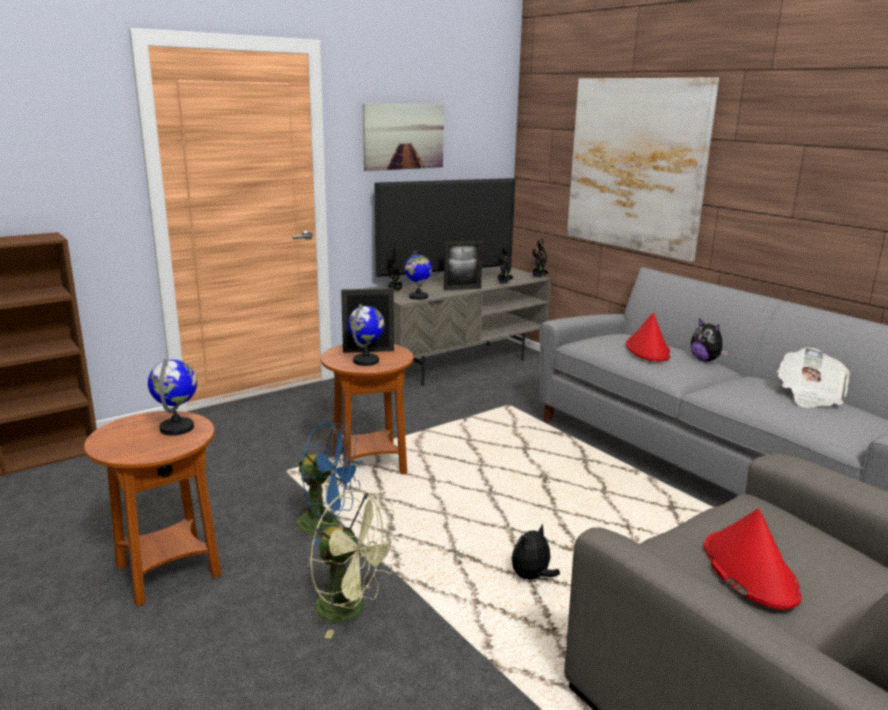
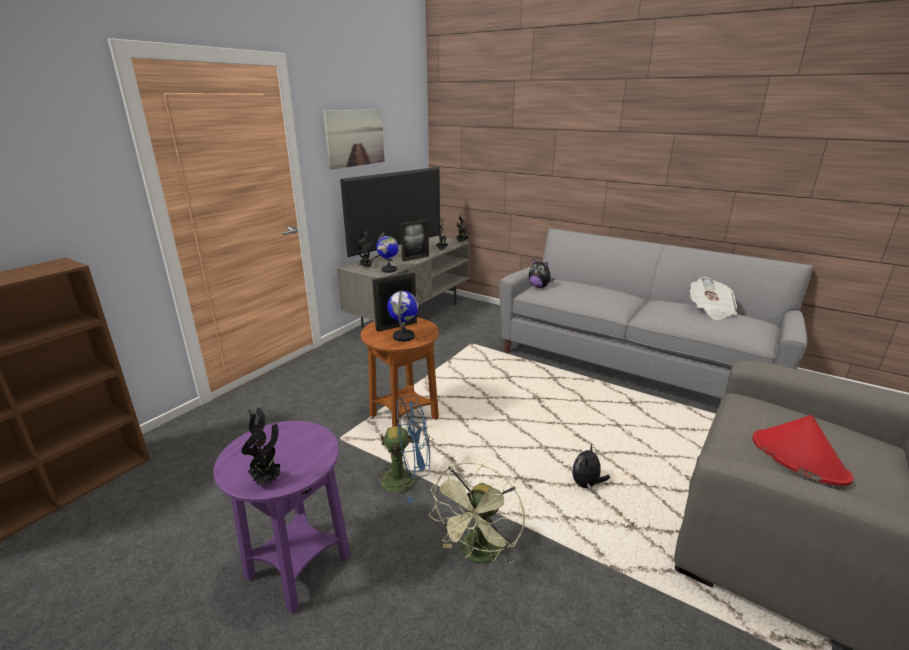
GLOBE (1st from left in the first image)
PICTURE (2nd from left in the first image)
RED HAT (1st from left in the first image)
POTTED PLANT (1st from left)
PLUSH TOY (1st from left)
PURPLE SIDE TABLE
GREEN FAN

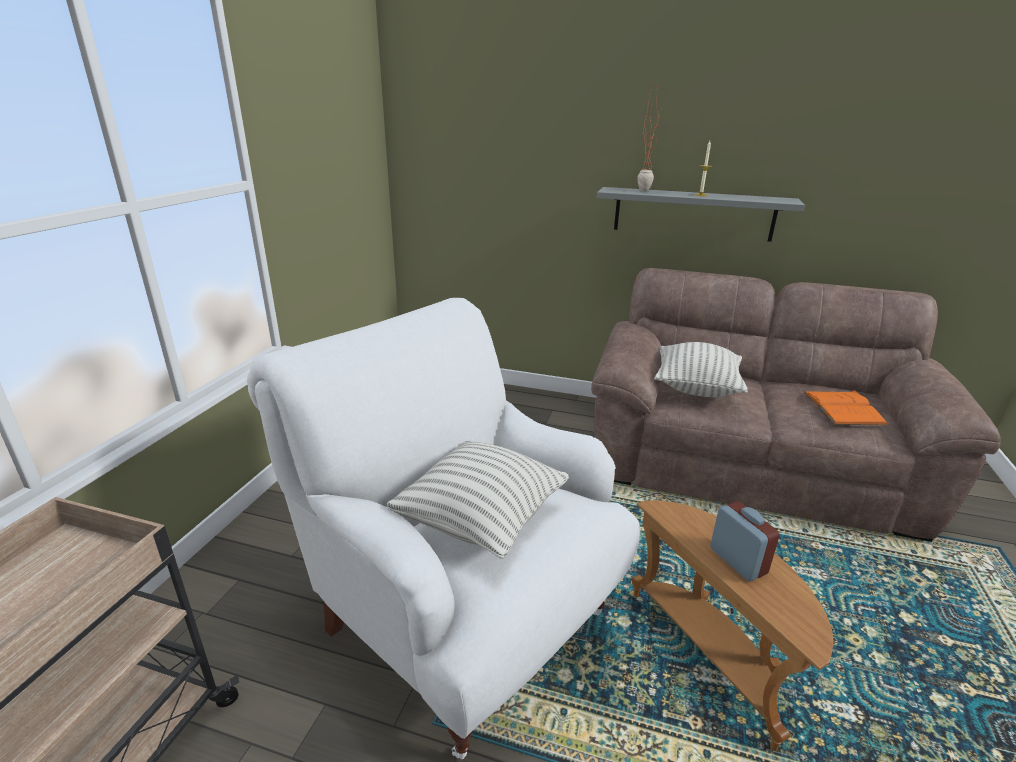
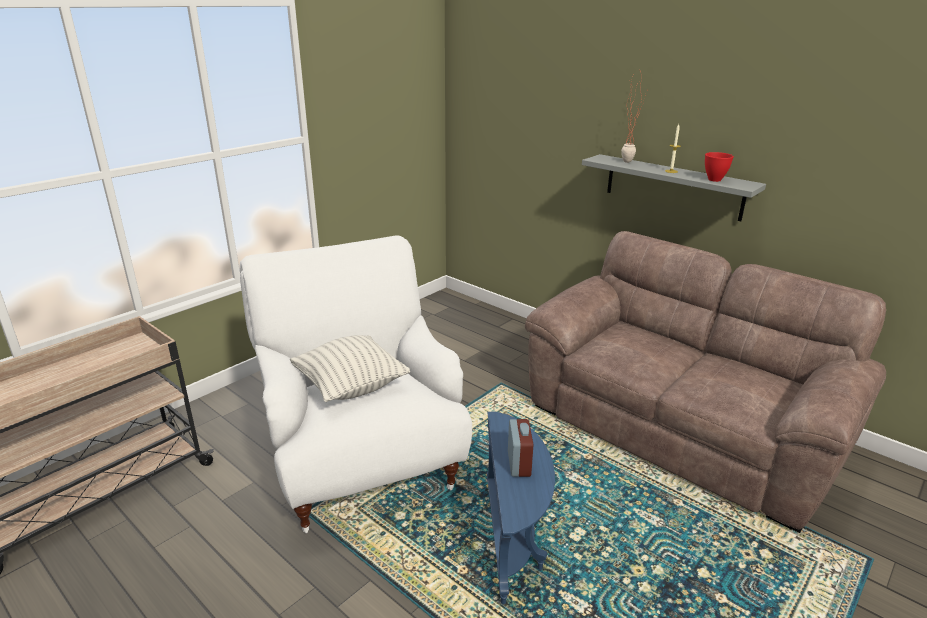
PILLOW (2nd from left in the first image)
ORANGE BOOK
RED BOWL
BLUE SIDE TABLE

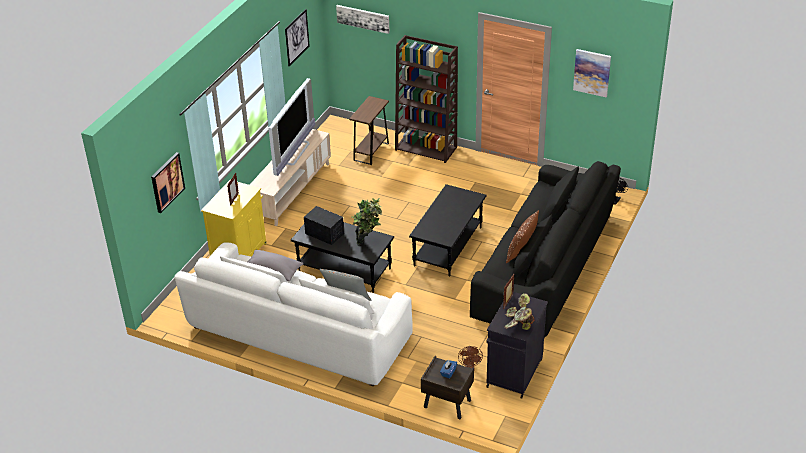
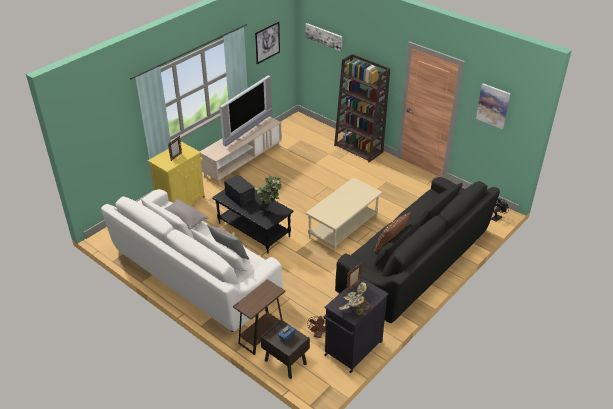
PICTURE (1st from left in the first image)
BROWN SIDE TABLE
BEIGE COFFEE TABLE

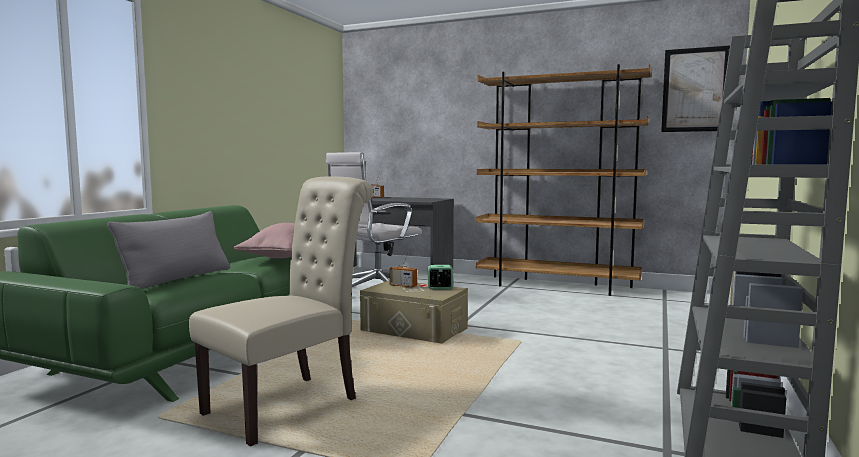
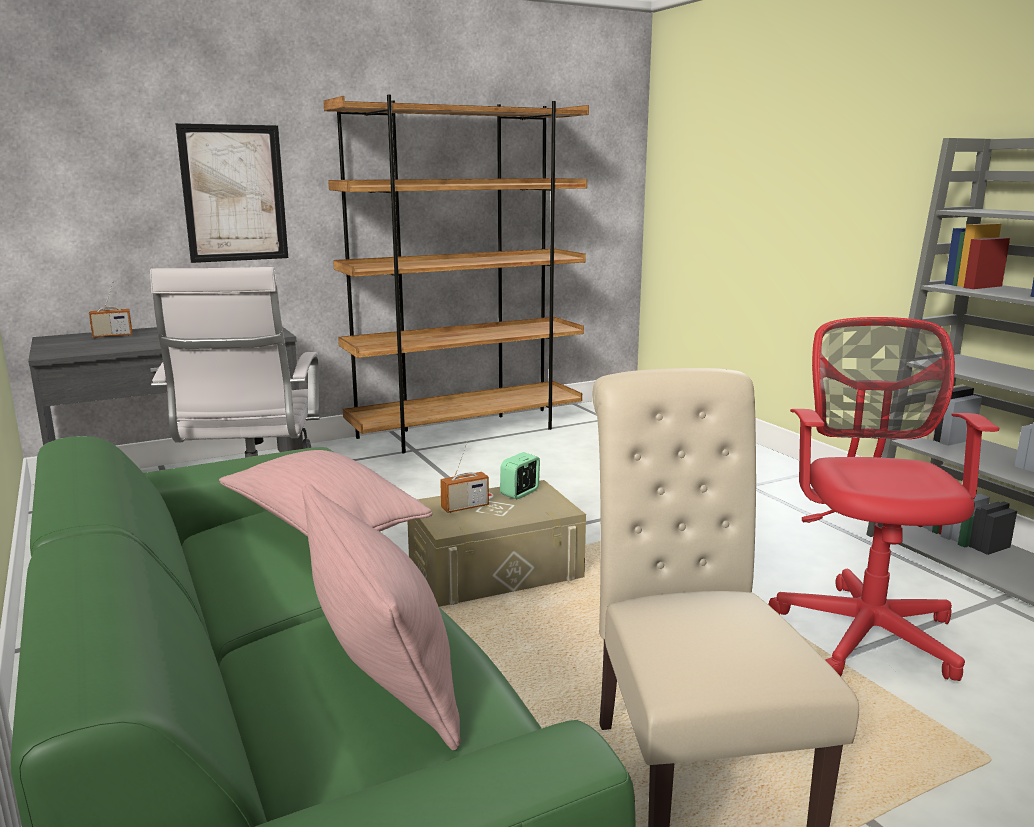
RED OFFICE CHAIR
PICTURE
PINK PILLOW (2nd from left)

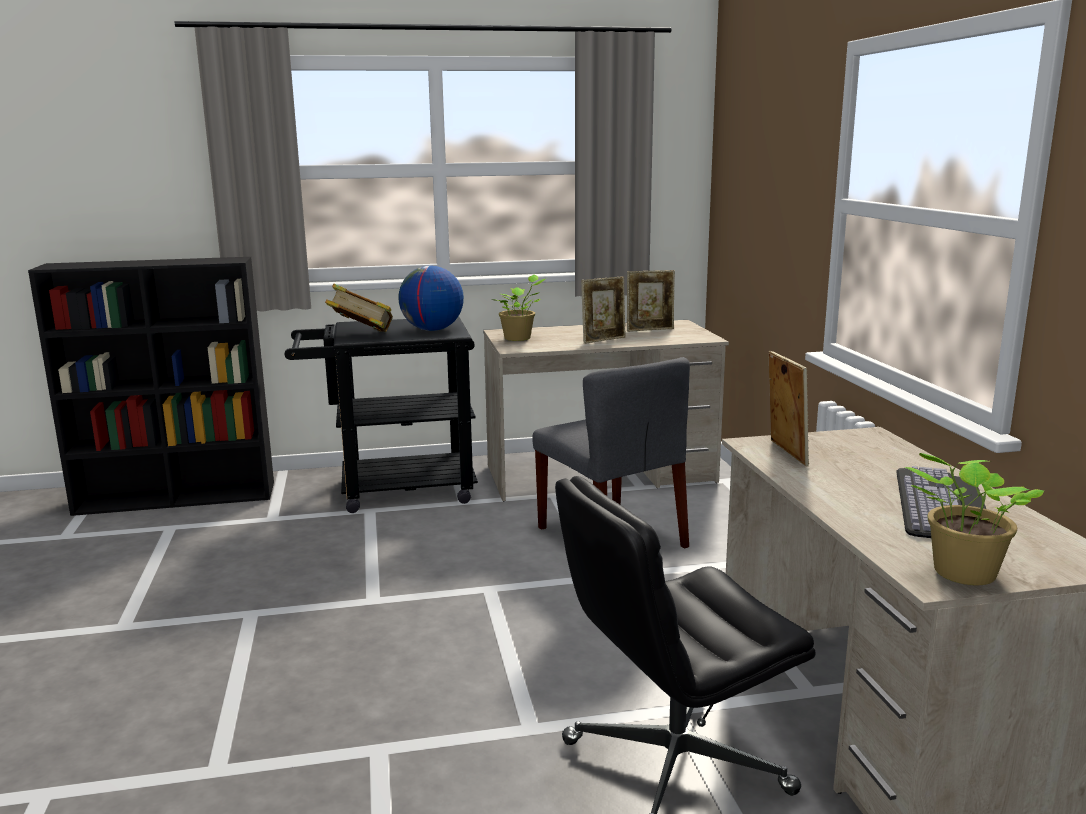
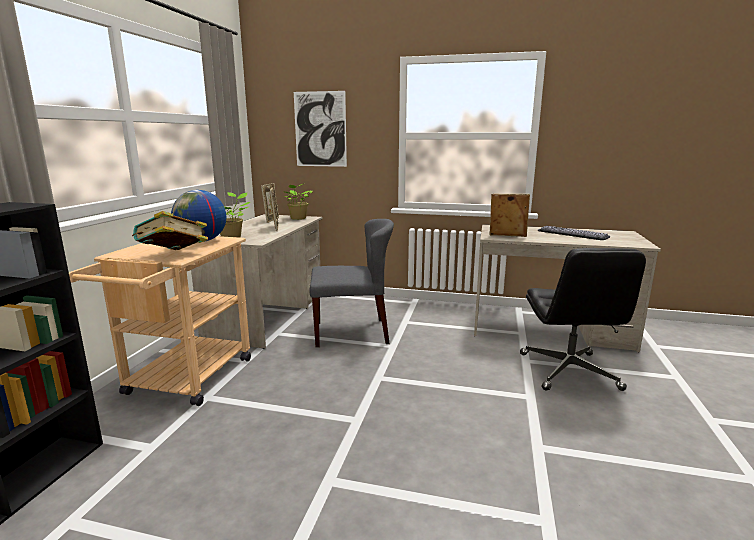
PICTURE
POTTED PLANT (2nd from left)
BEIGE CART

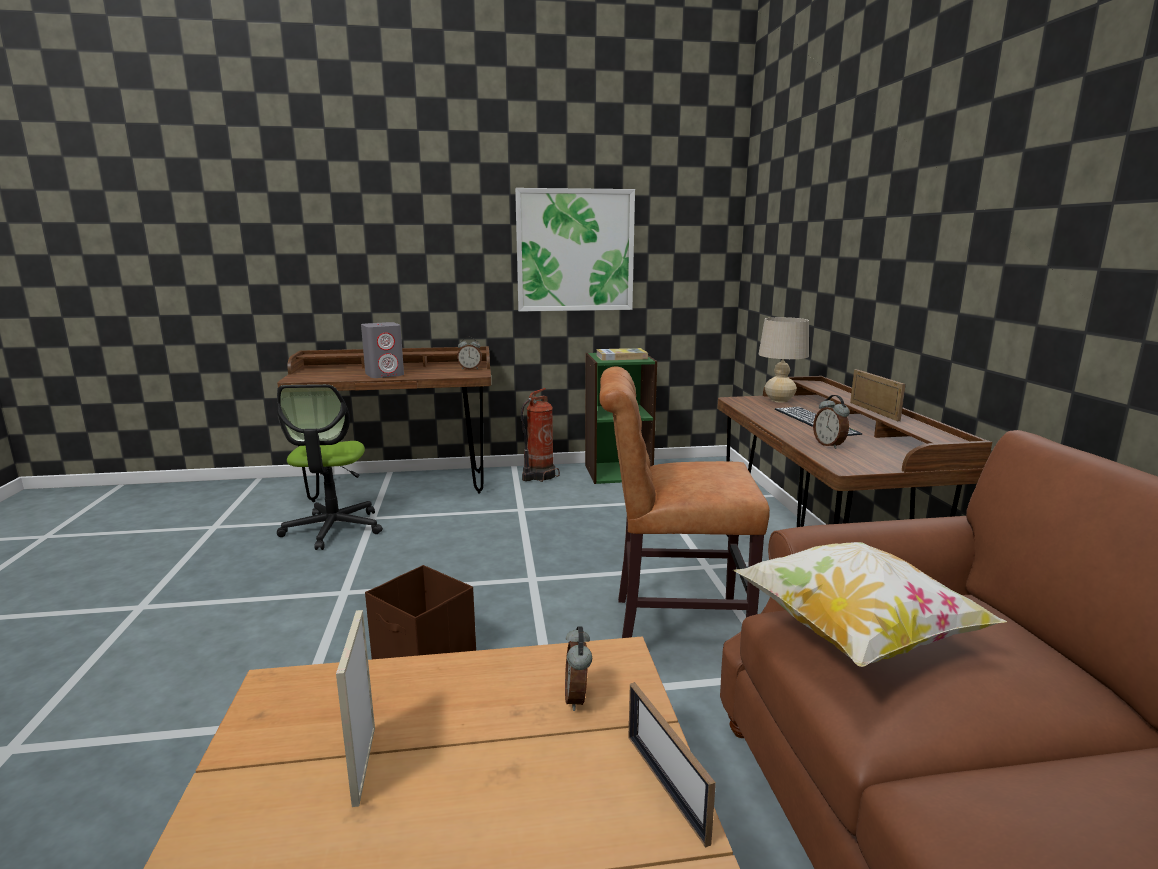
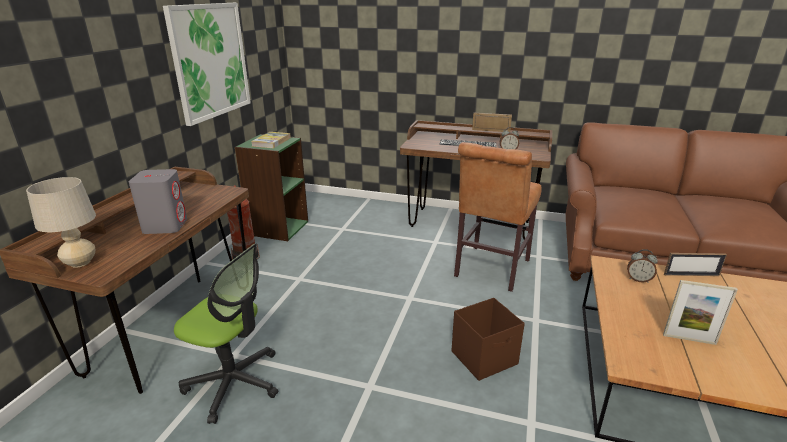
ALARM CLOCK (1st from left in the first image)
PILLOW
BEIGE TABLE LAMP

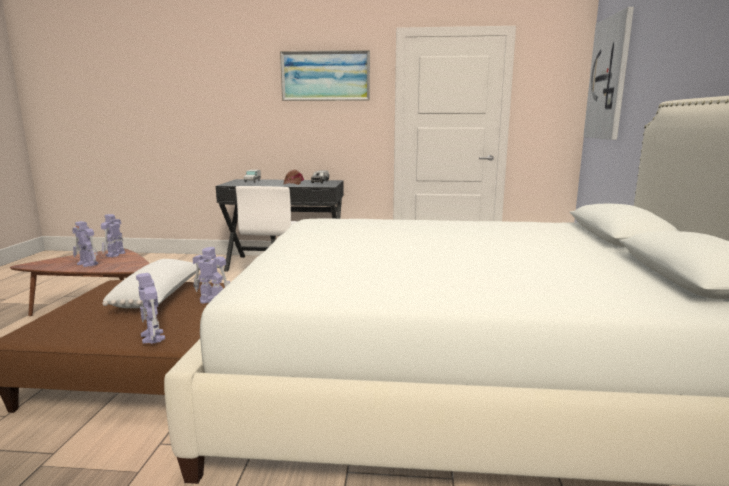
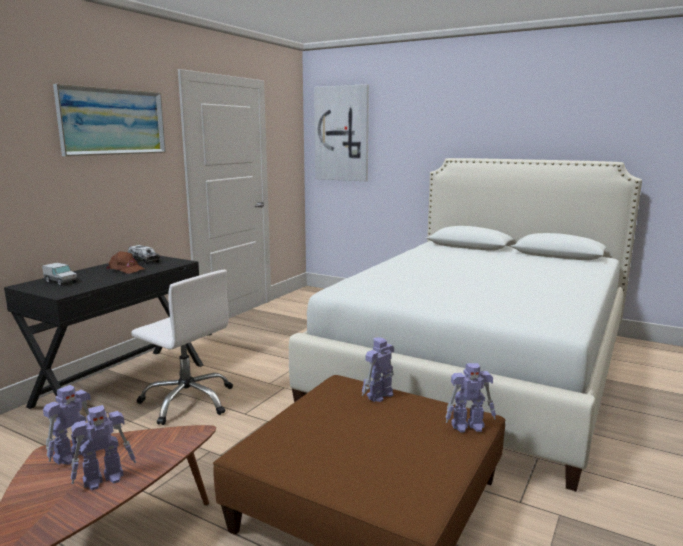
WHITE PILLOW
TOY ROBOT (1st from left)

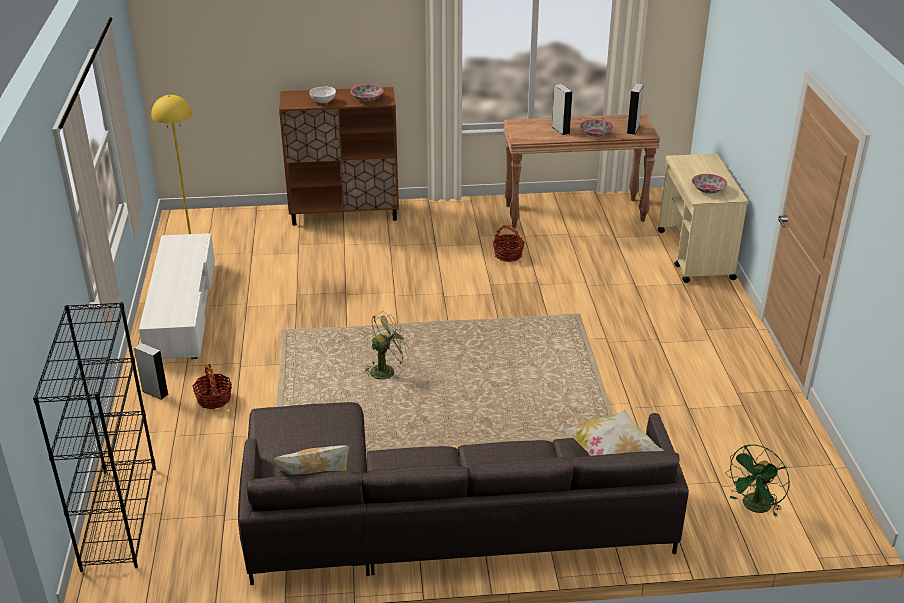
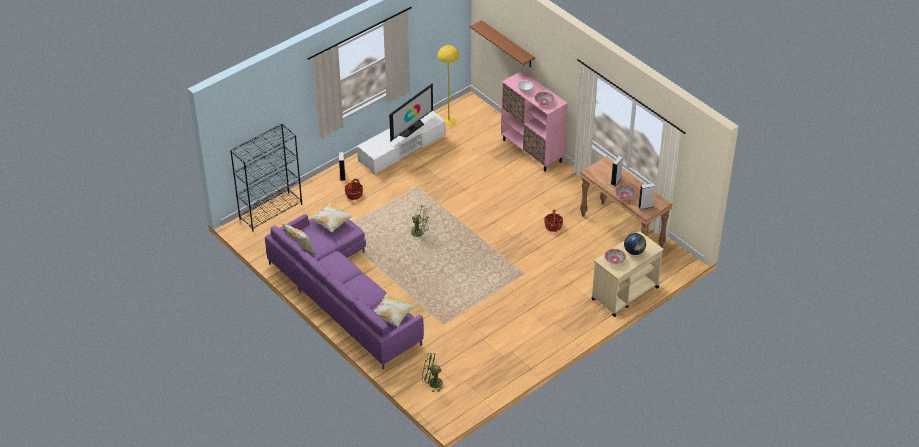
PILLOW (2nd from left)
TELEVISION
BROWN SHELF
GLOBE
PURPLE SOFA
PINK CABINET

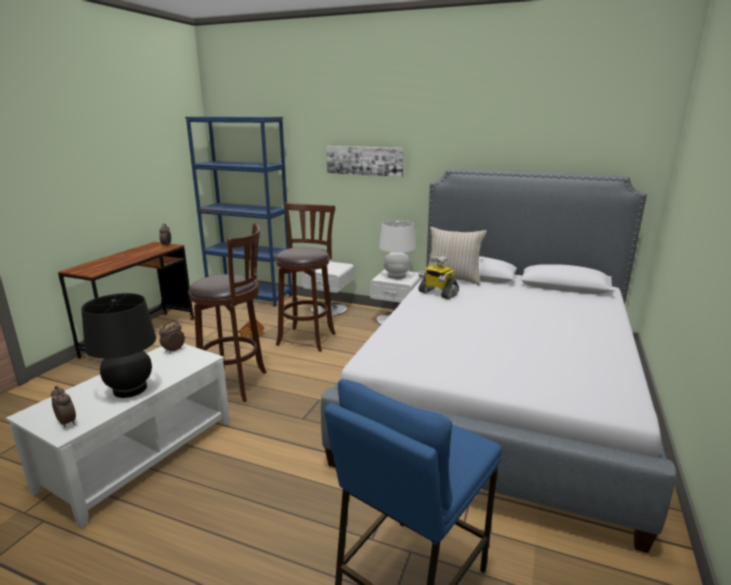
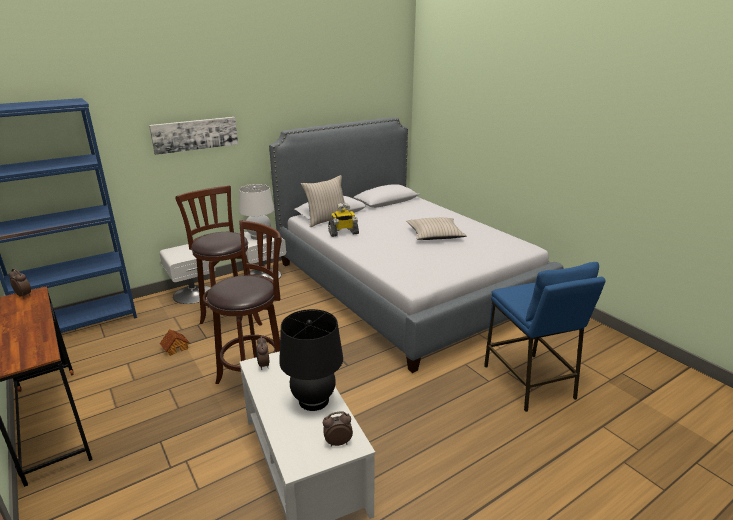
BEIGE PILLOW (2nd from left)

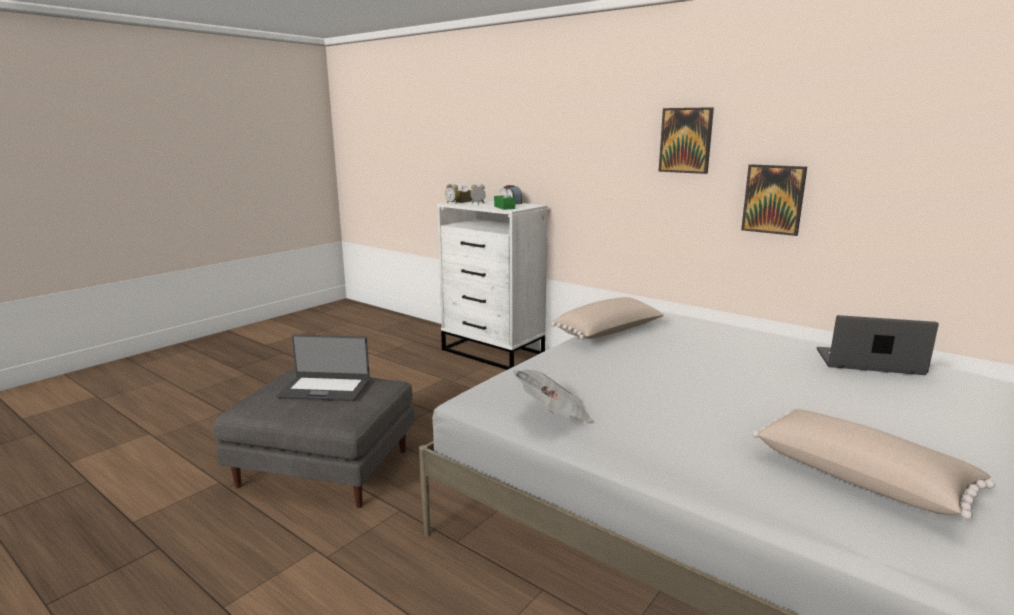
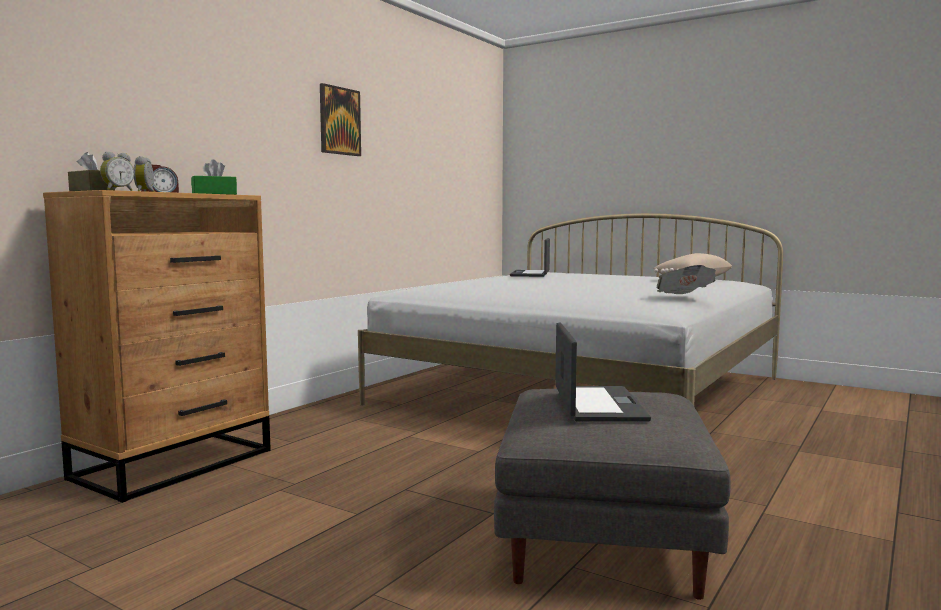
BEIGE PILLOW (1st from left in the first image)
PICTURE (2nd from left in the first image)
BROWN DRESSER

